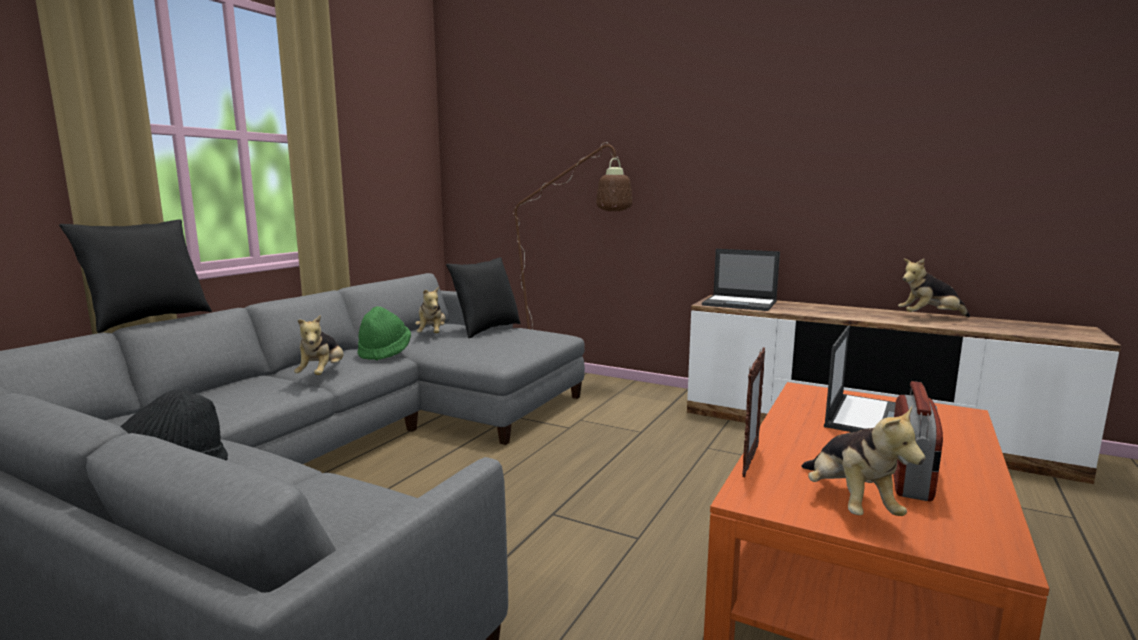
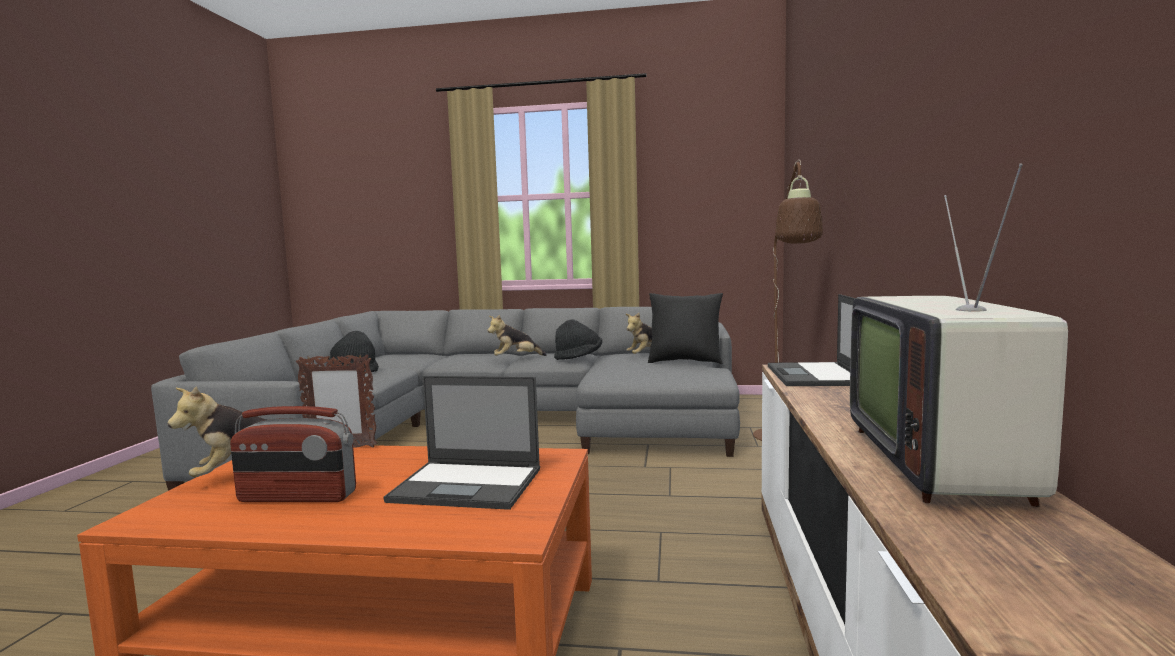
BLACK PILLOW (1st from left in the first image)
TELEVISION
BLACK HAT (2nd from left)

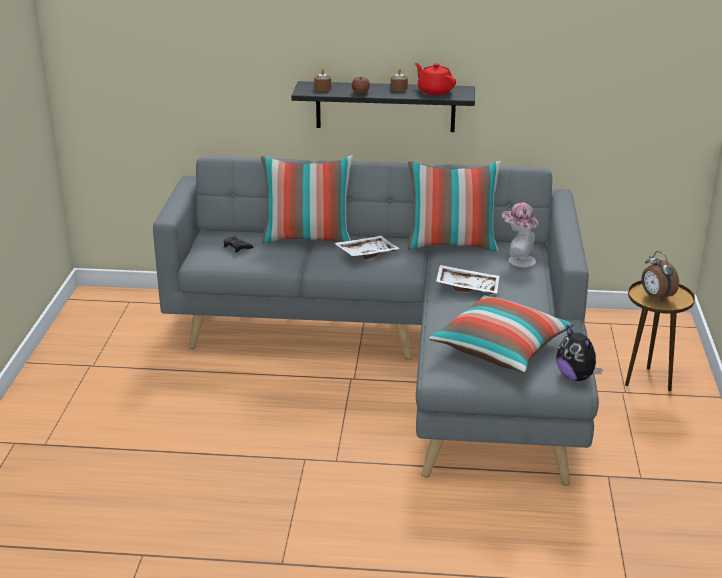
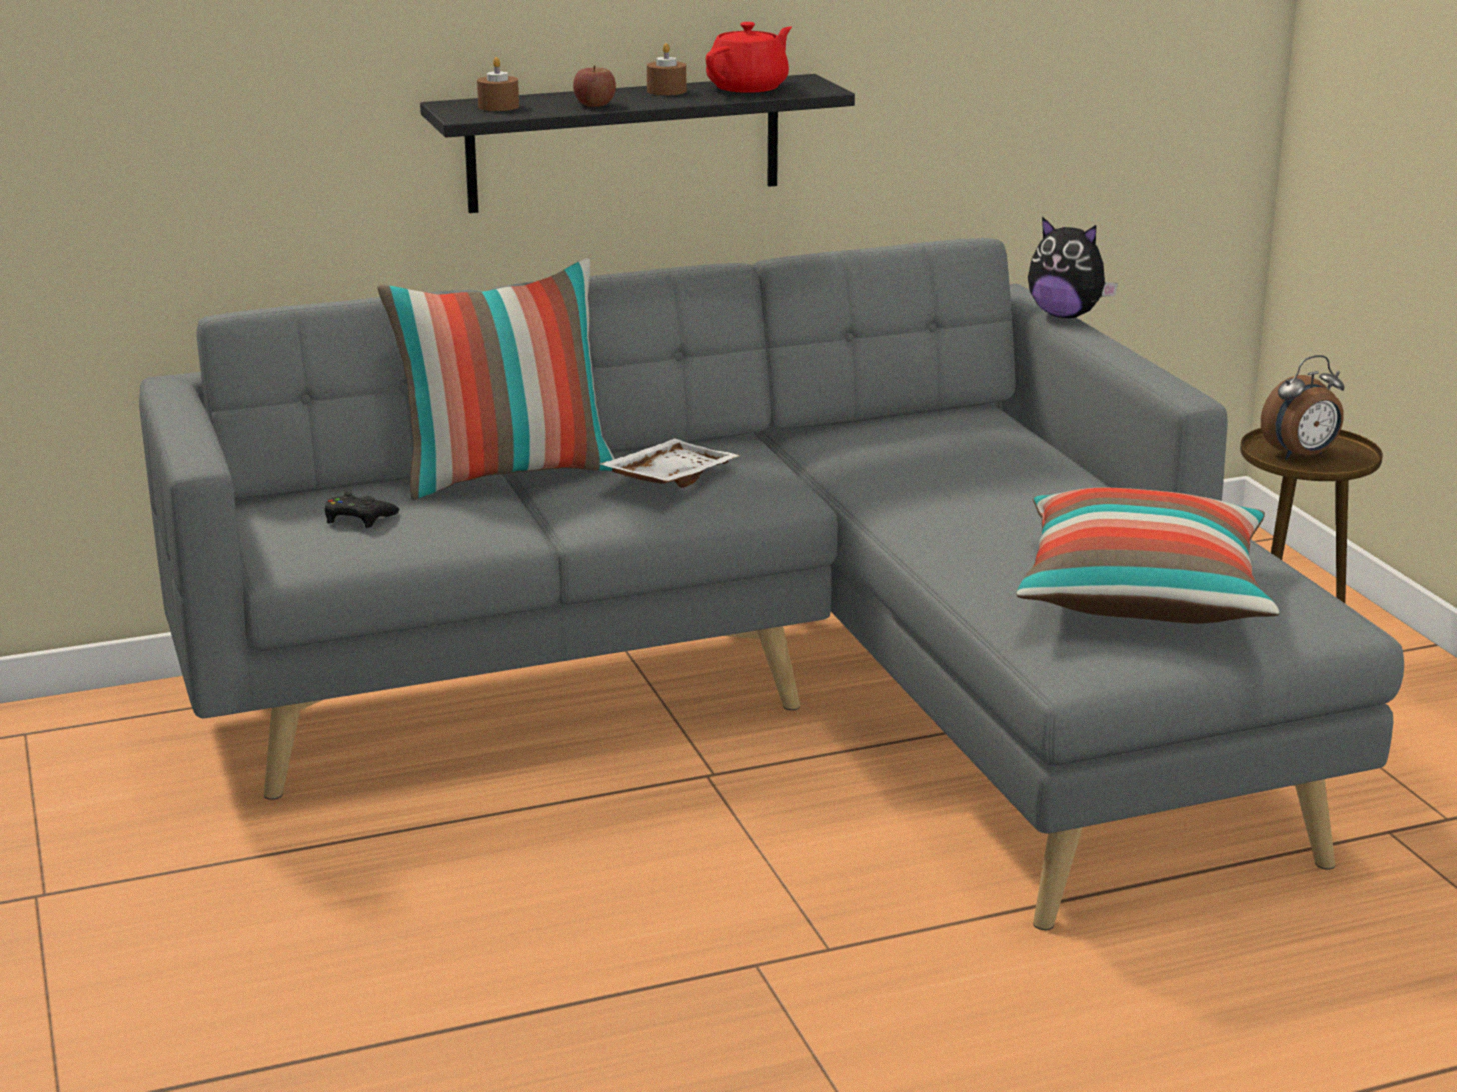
PILLOW (2nd from left in the first image)
WHITE TRAY (2nd from left in the first image)
HAT
PLUSH TOY
RED TEAPOT
ALARM CLOCK

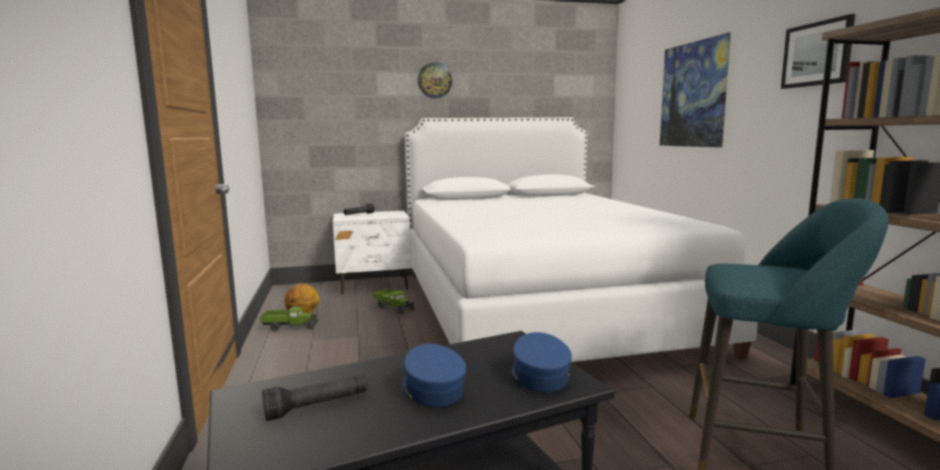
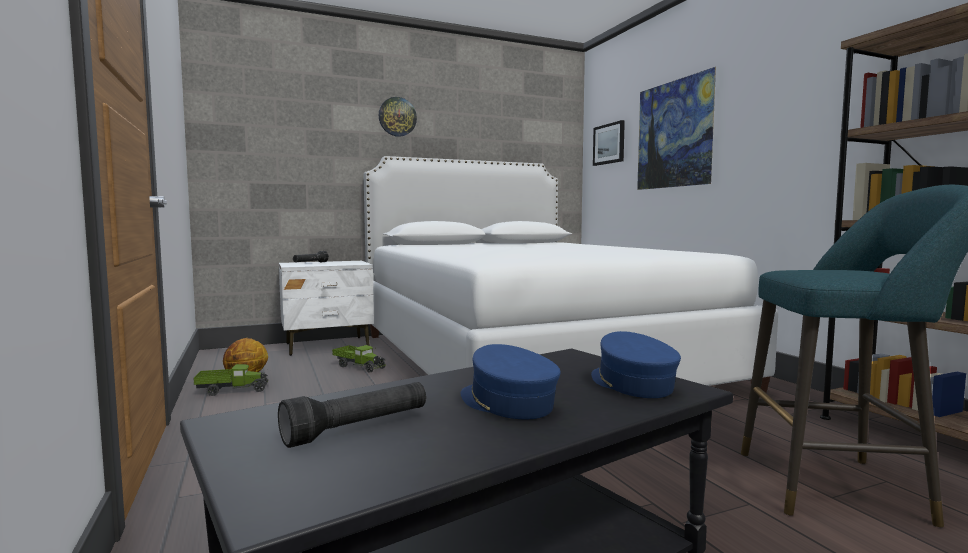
PICTURE (1st from left)

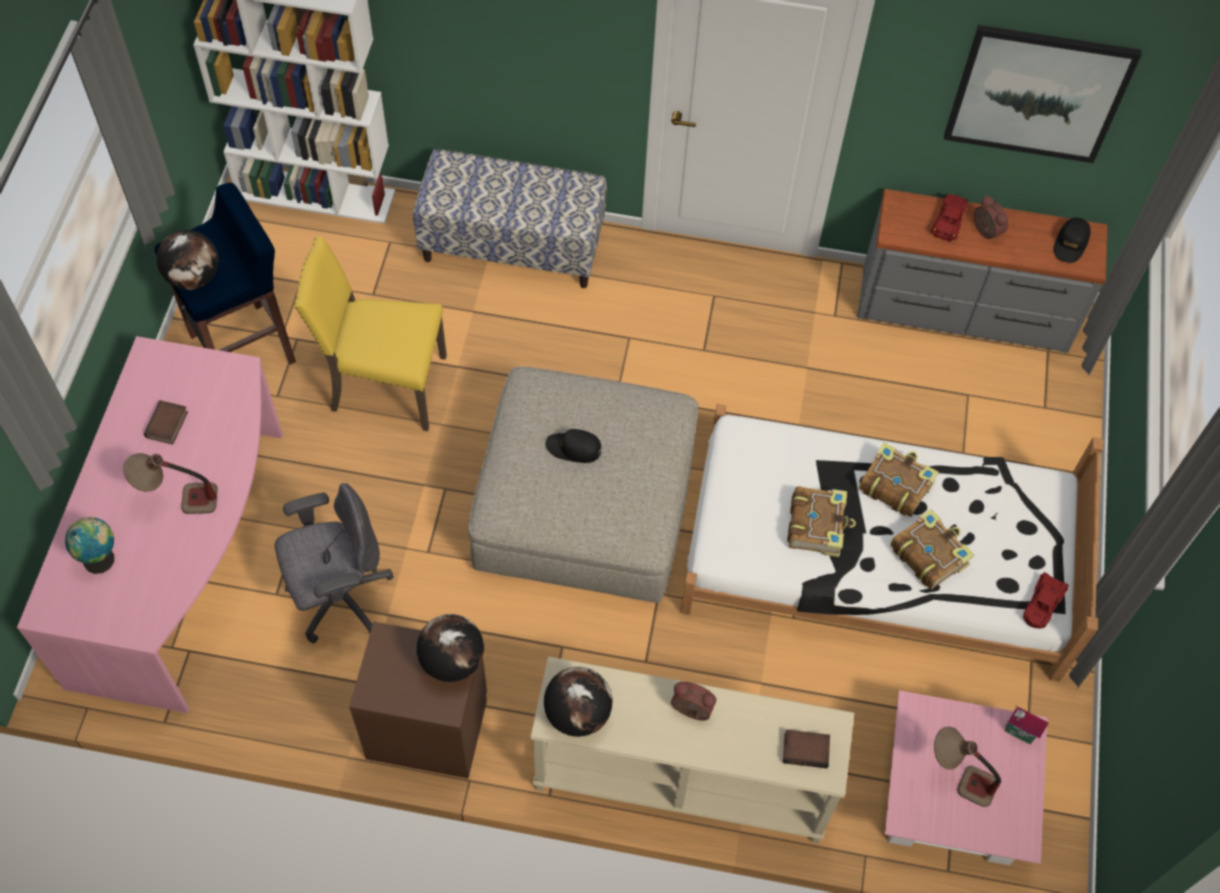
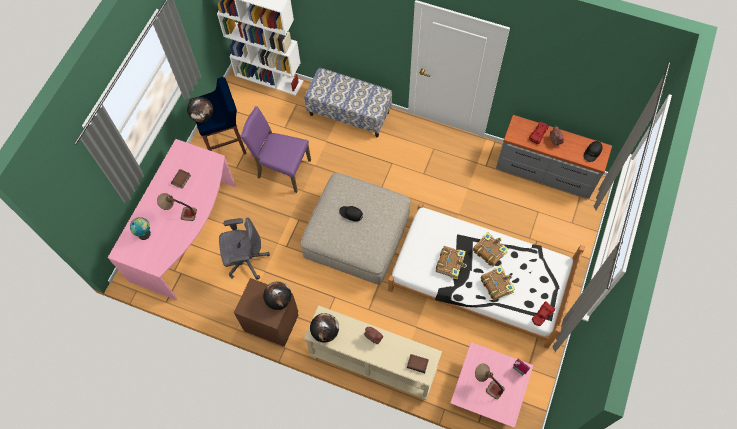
PICTURE
PURPLE CHAIR

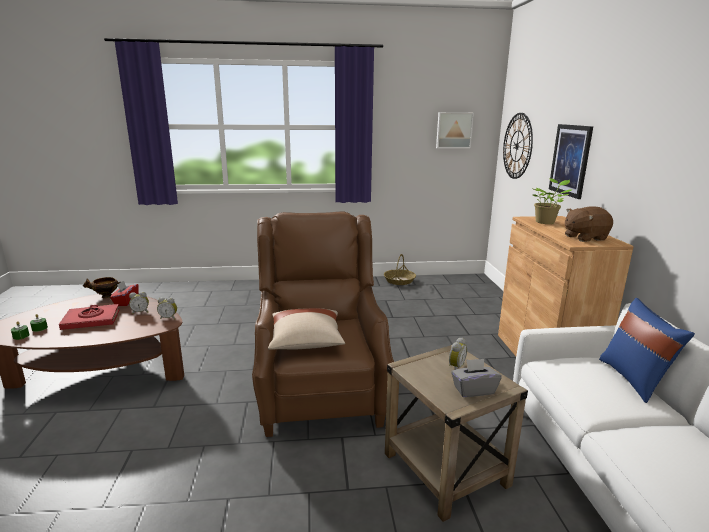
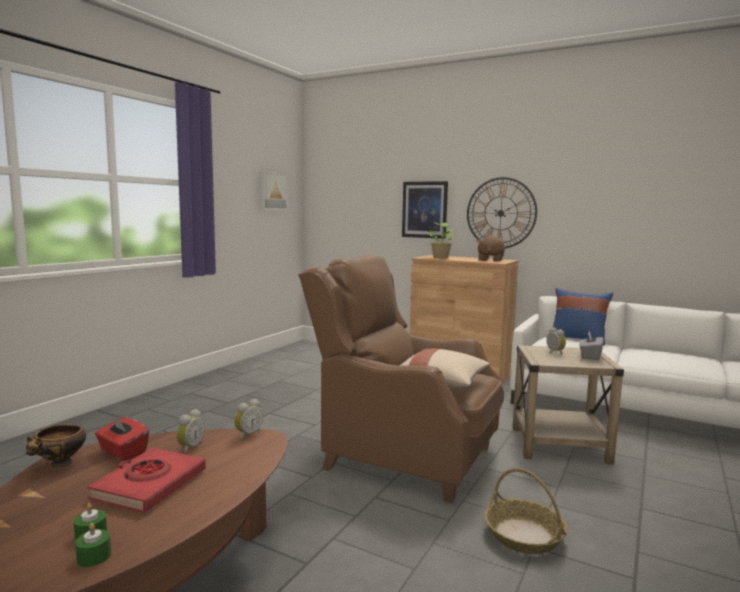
BASKET
WALL CLOCK

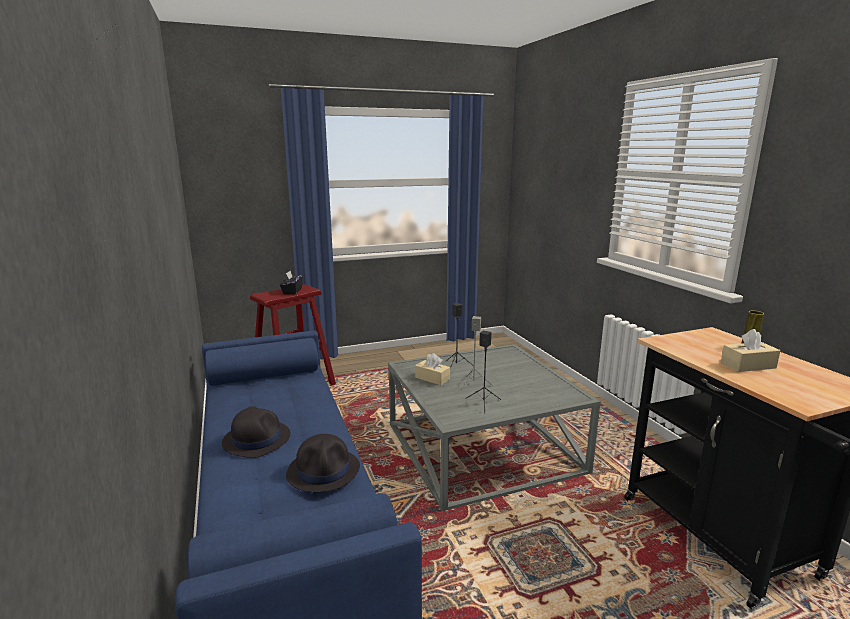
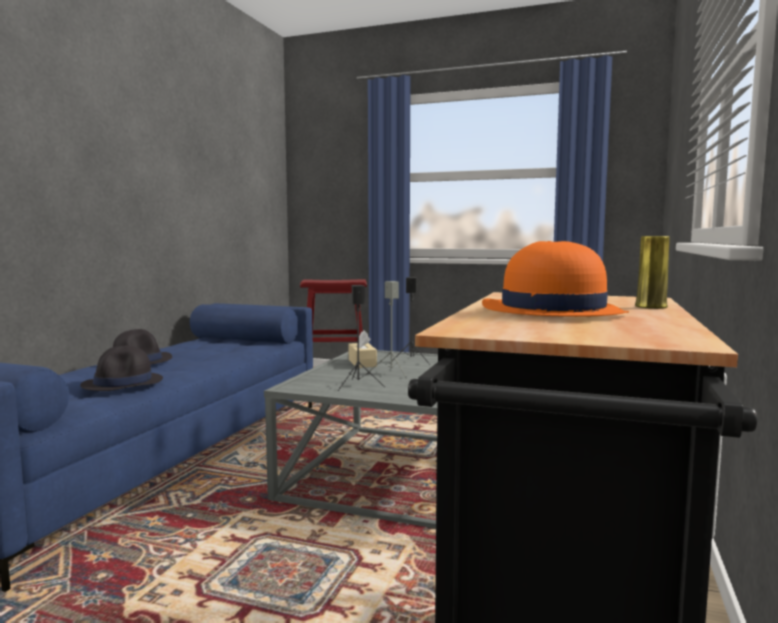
BLACK TISSUE BOX
ORANGE HAT

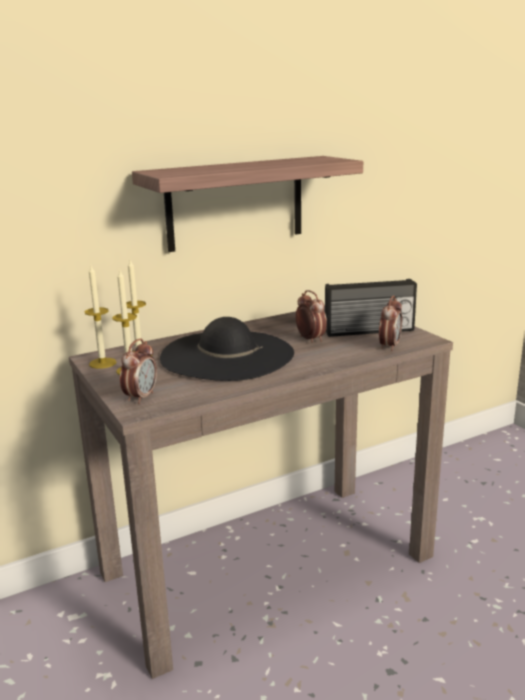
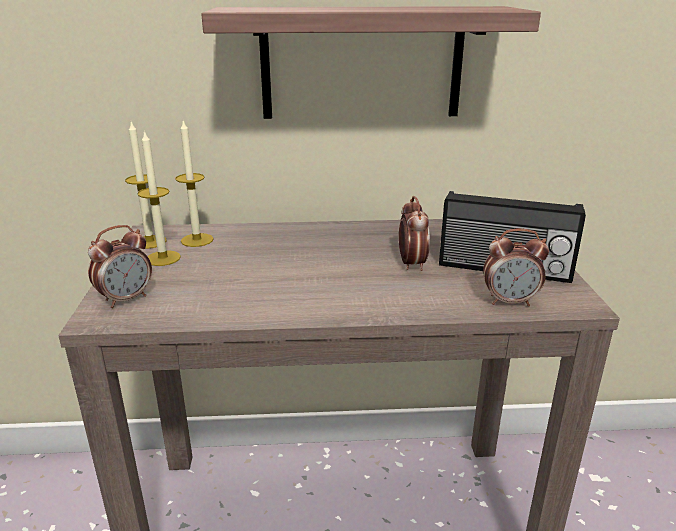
BLACK HAT
ALARM CLOCK (3rd from left)

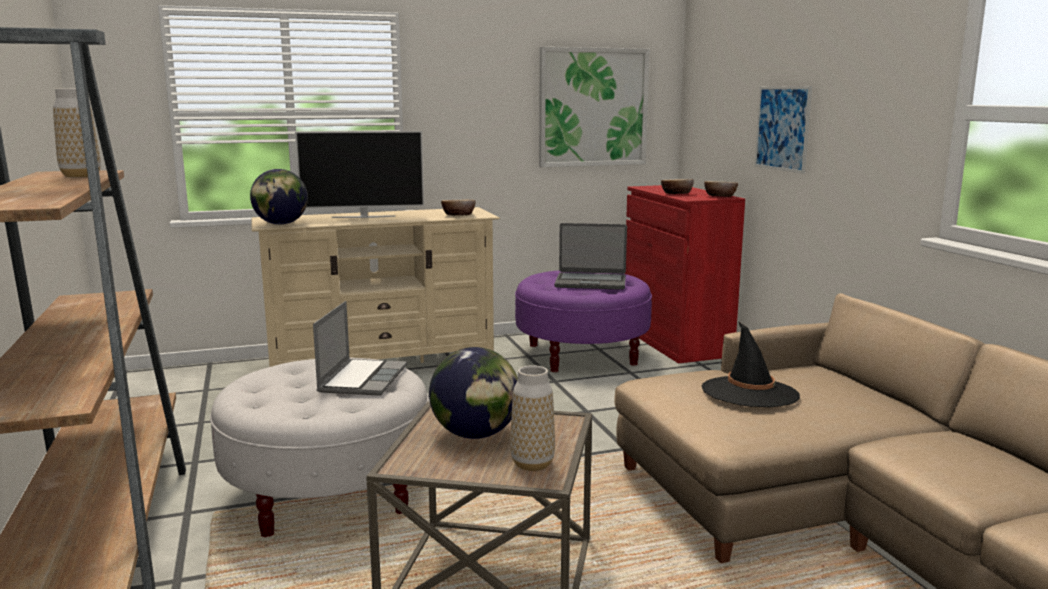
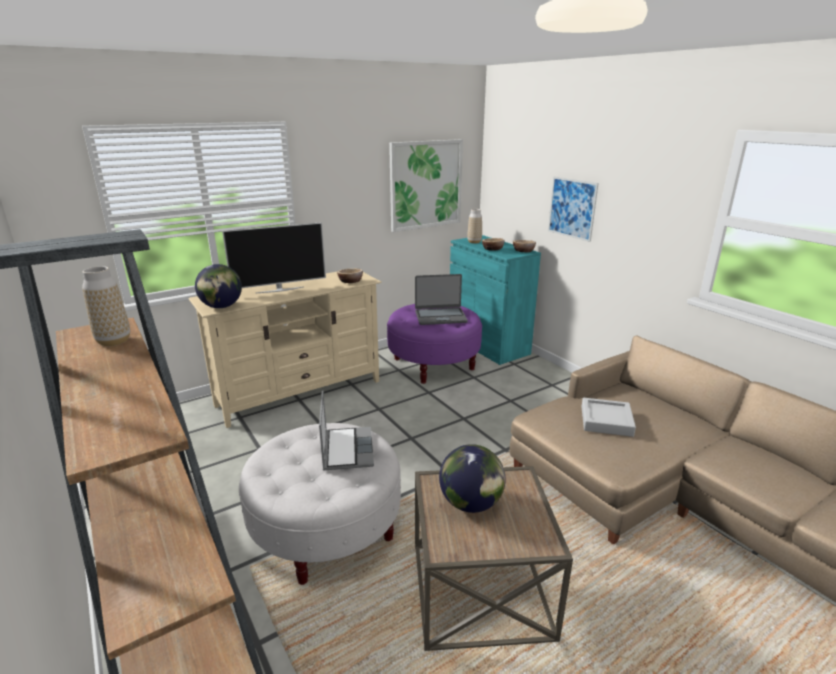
VASE (2nd from left)
GREY TRAY
TURQUOISE CABINET

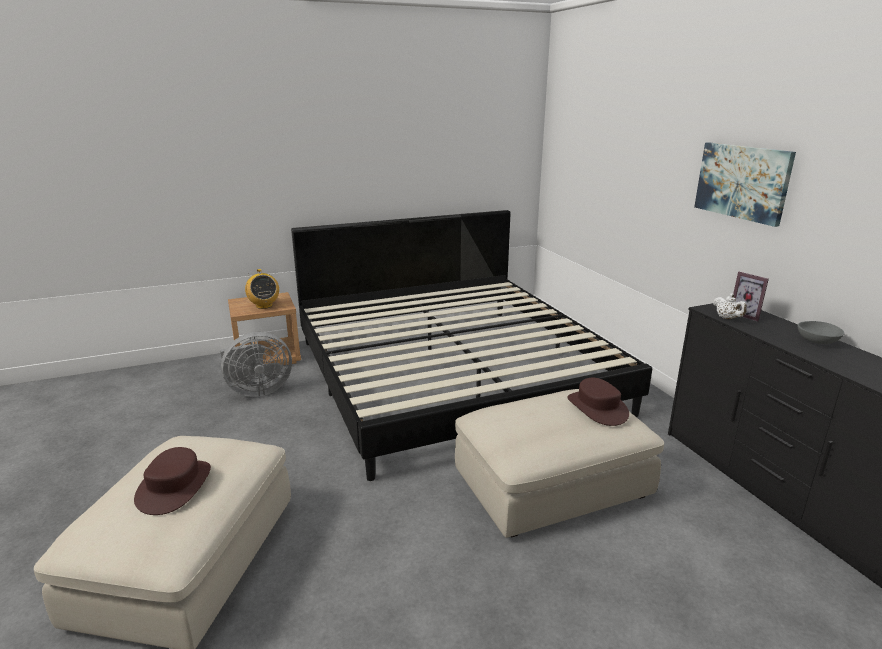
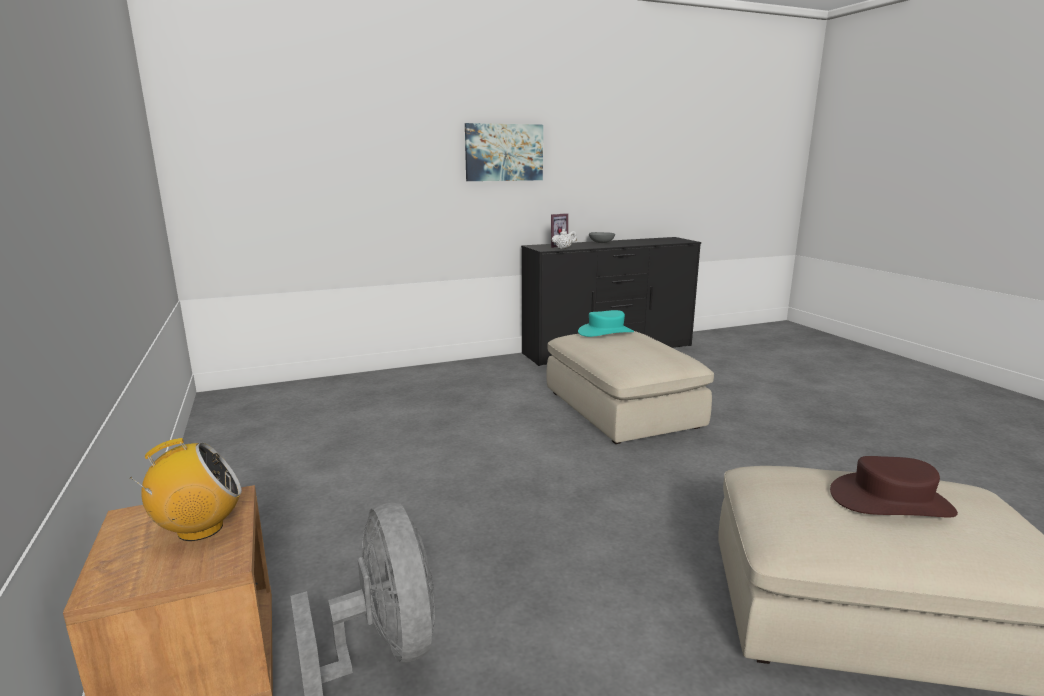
BED
TURQUOISE HAT

